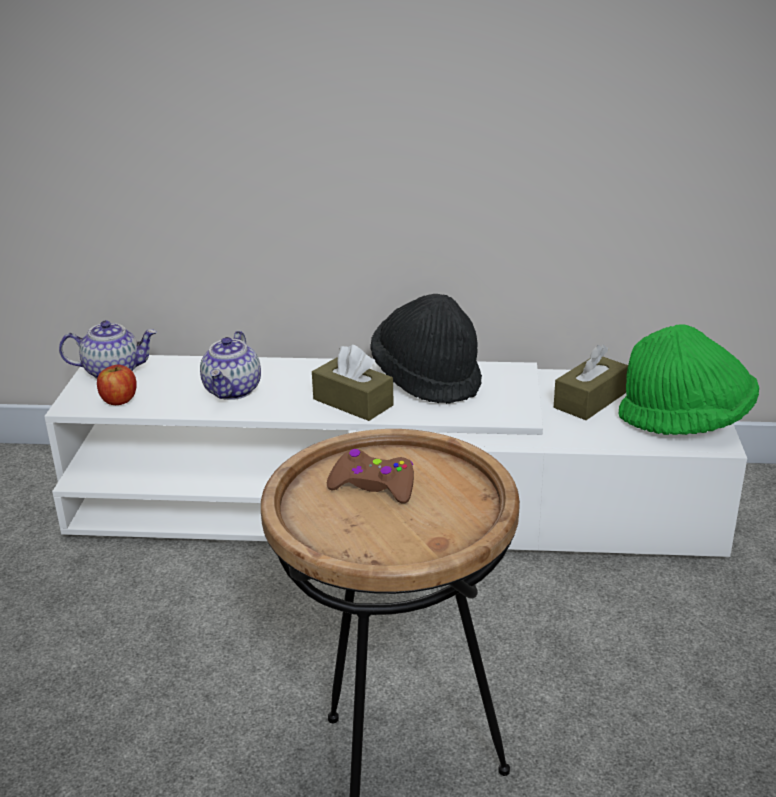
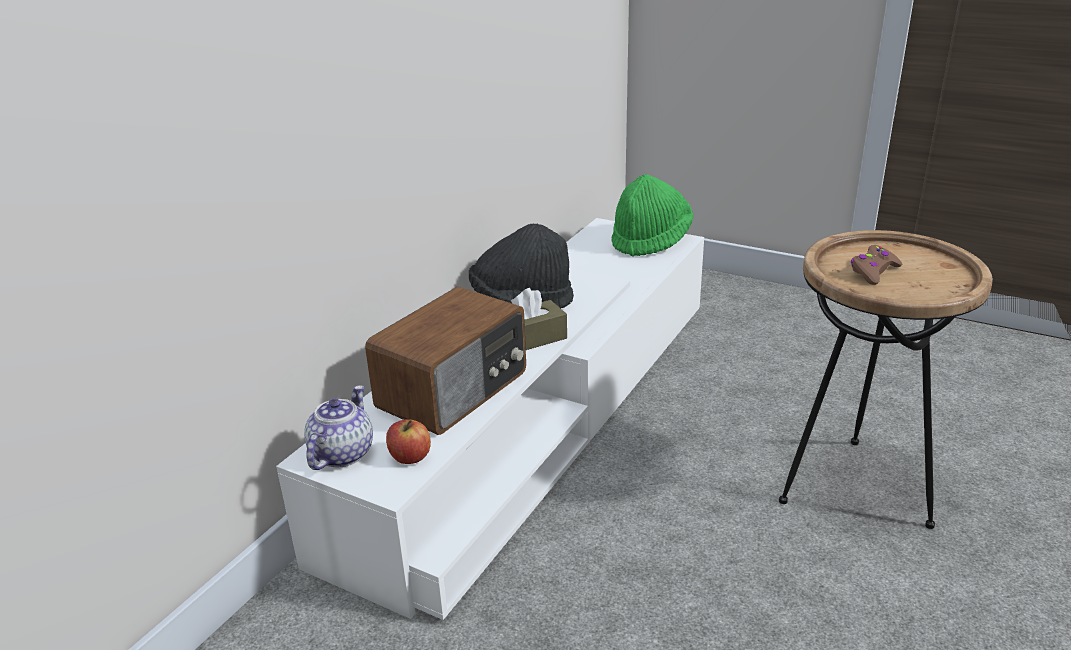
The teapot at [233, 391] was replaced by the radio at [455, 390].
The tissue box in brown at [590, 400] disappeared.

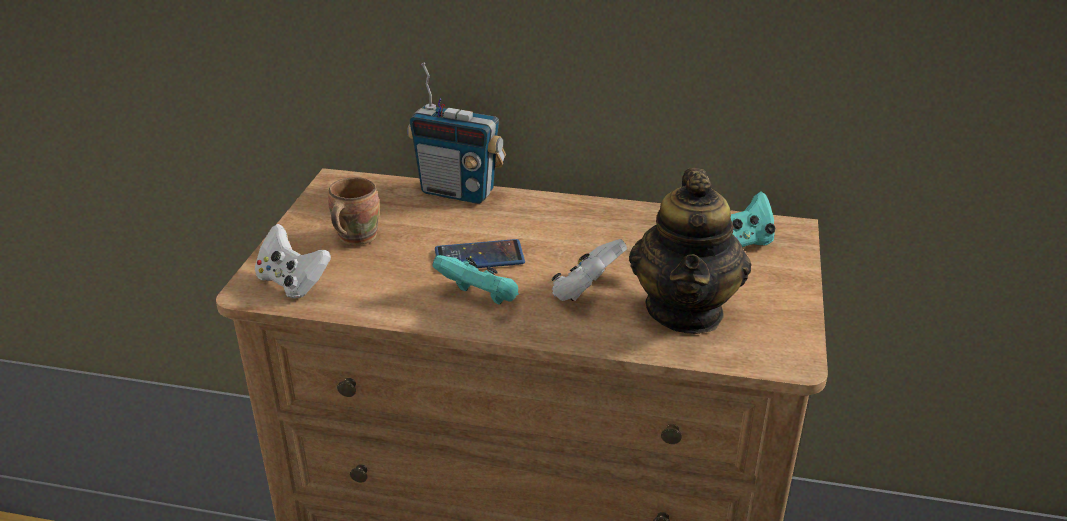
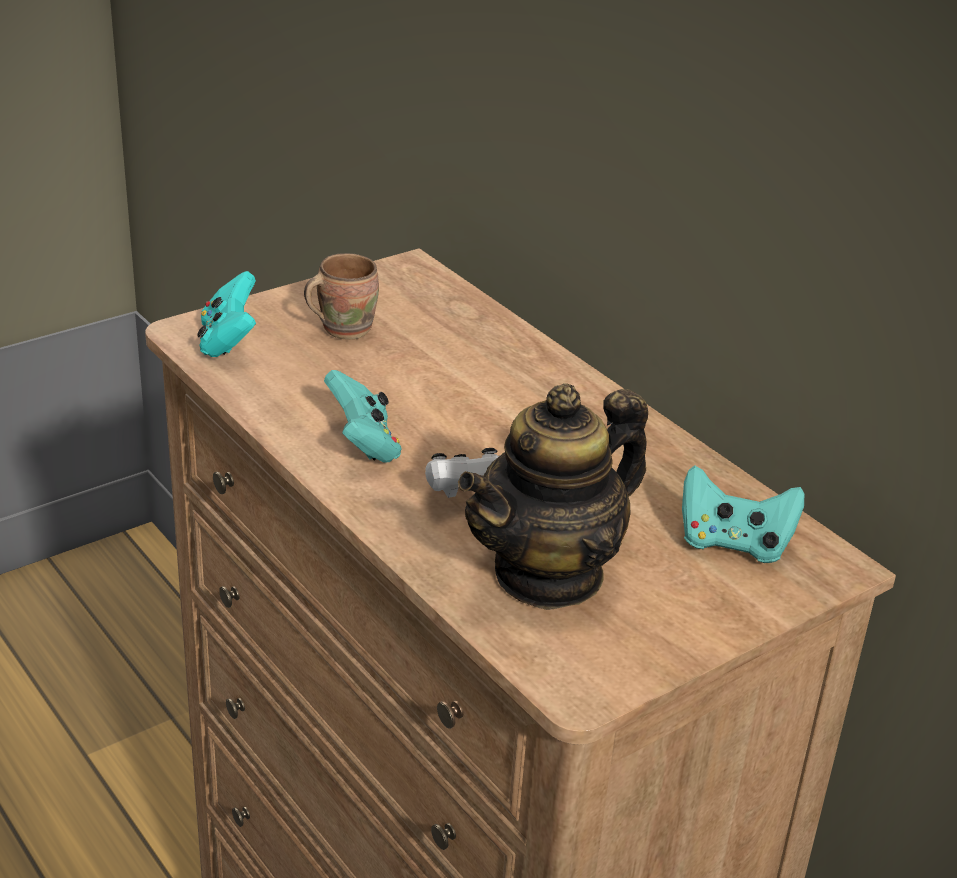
The radio at [458, 192] disappeared.
The game controller in white at [292, 282] became the game controller in turquoise at [228, 341].
The phone at [479, 257] disappeared.

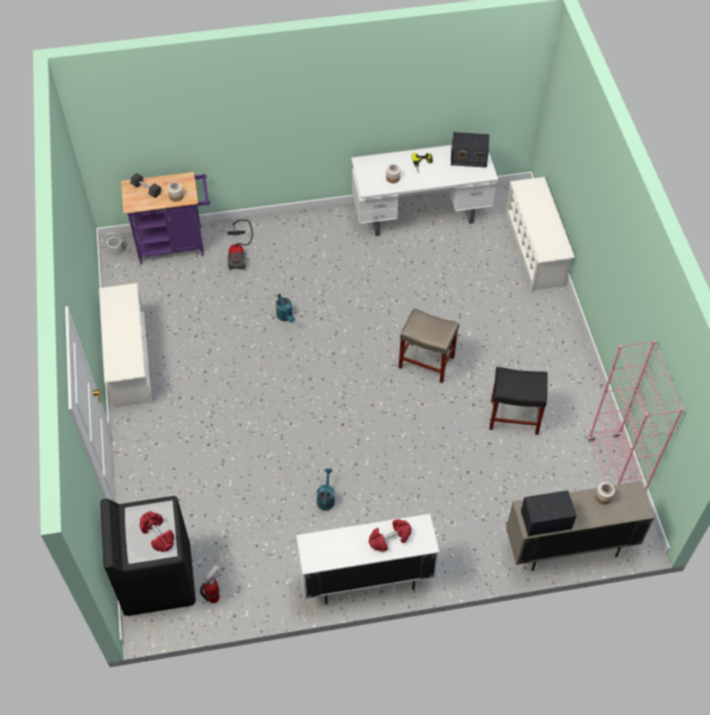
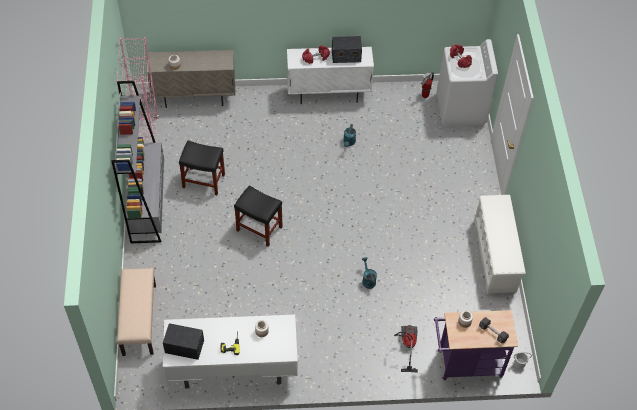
The shoe rack in white at [535, 250] was replaced by the bench in beige at [139, 319].
The stool in beige at [427, 362] became the stool in black at [258, 229].
The radio moved from [546, 519] to [346, 56].
The washing machine in black at [157, 579] became the washing machine in white at [461, 109].
The bookcase in grey at [147, 203] appeared.

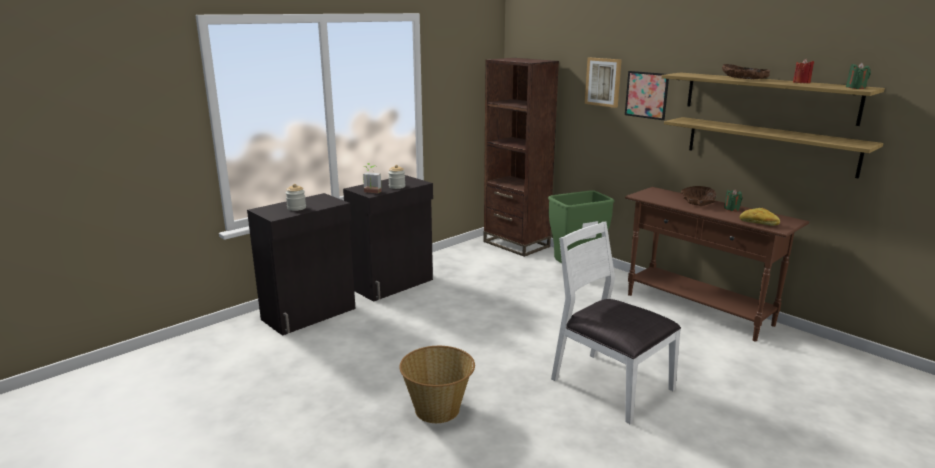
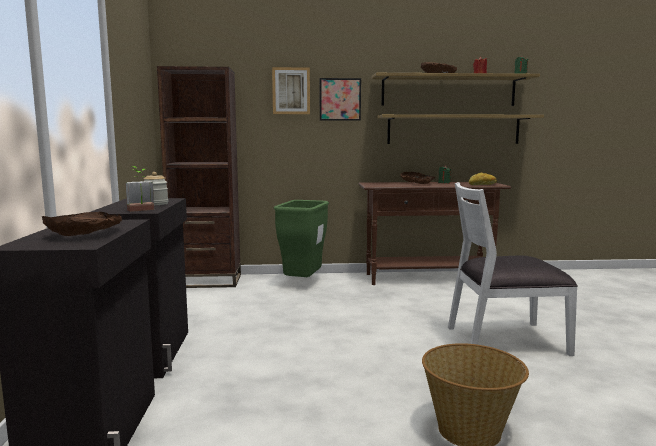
The jar at [296, 208] was replaced by the bowl in brown at [85, 234].

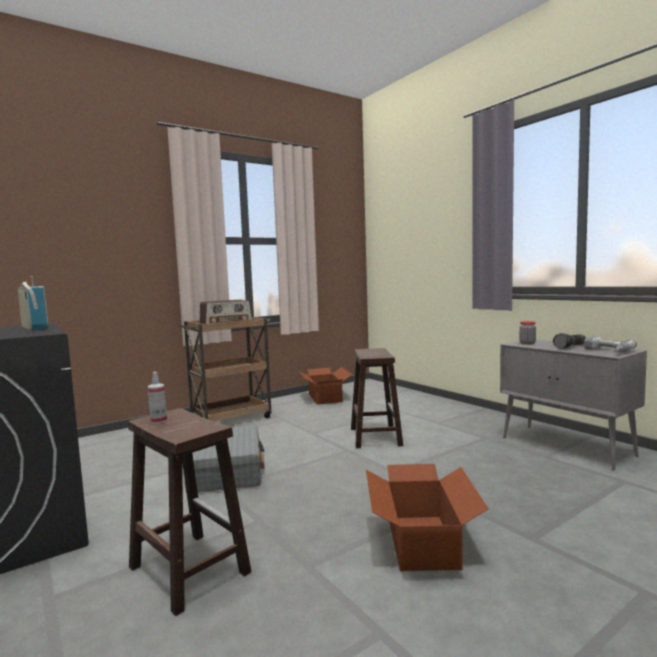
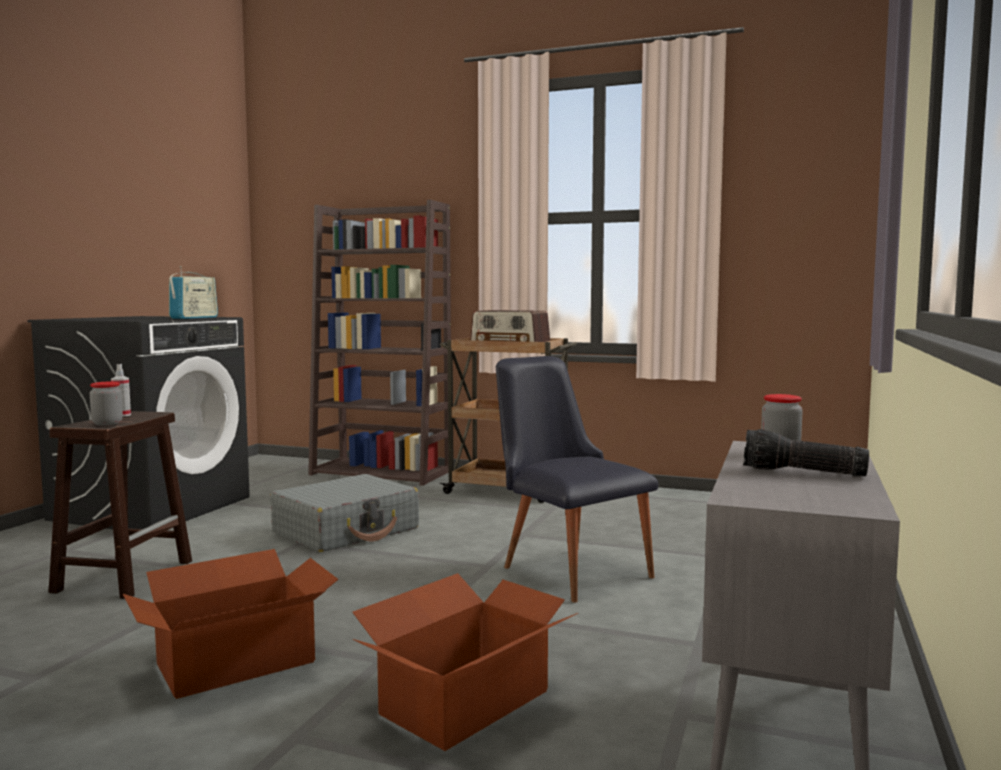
The power drill at [607, 351] disappeared.
The stool in brown at [375, 436] was replaced by the chair in black at [568, 568].
The cardboard box moved from [324, 398] to [463, 702].
The bookcase in brown at [382, 472] appeared.
The jar at [107, 423] appeared.

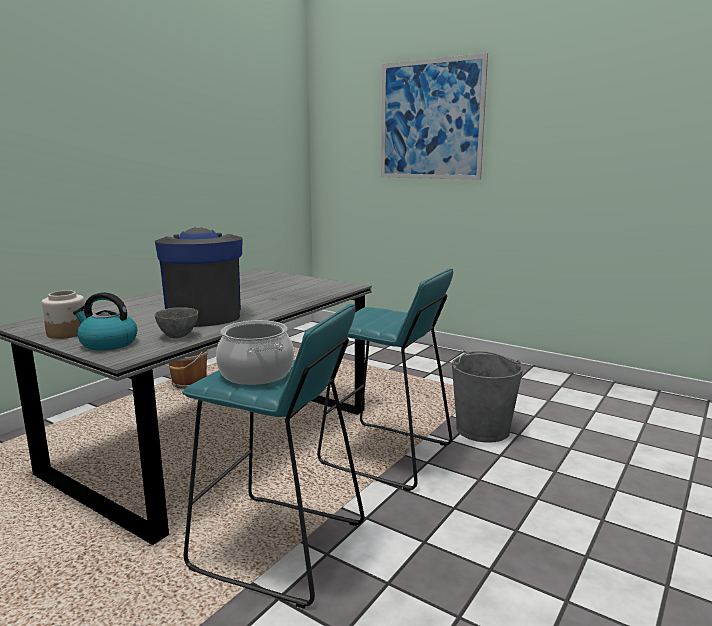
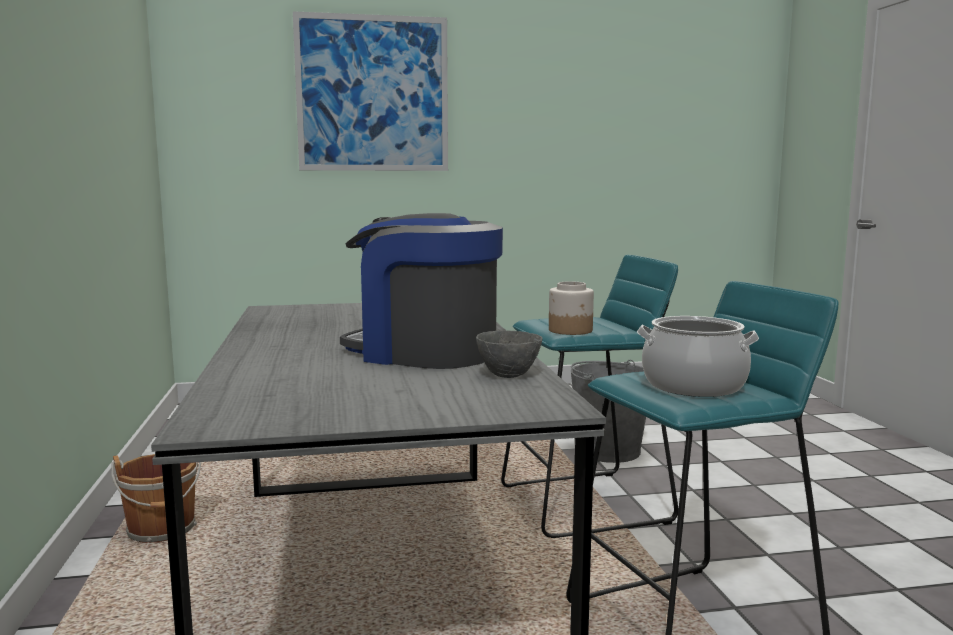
The jar moved from [67, 333] to [571, 330].
The kettle at [107, 343] disappeared.

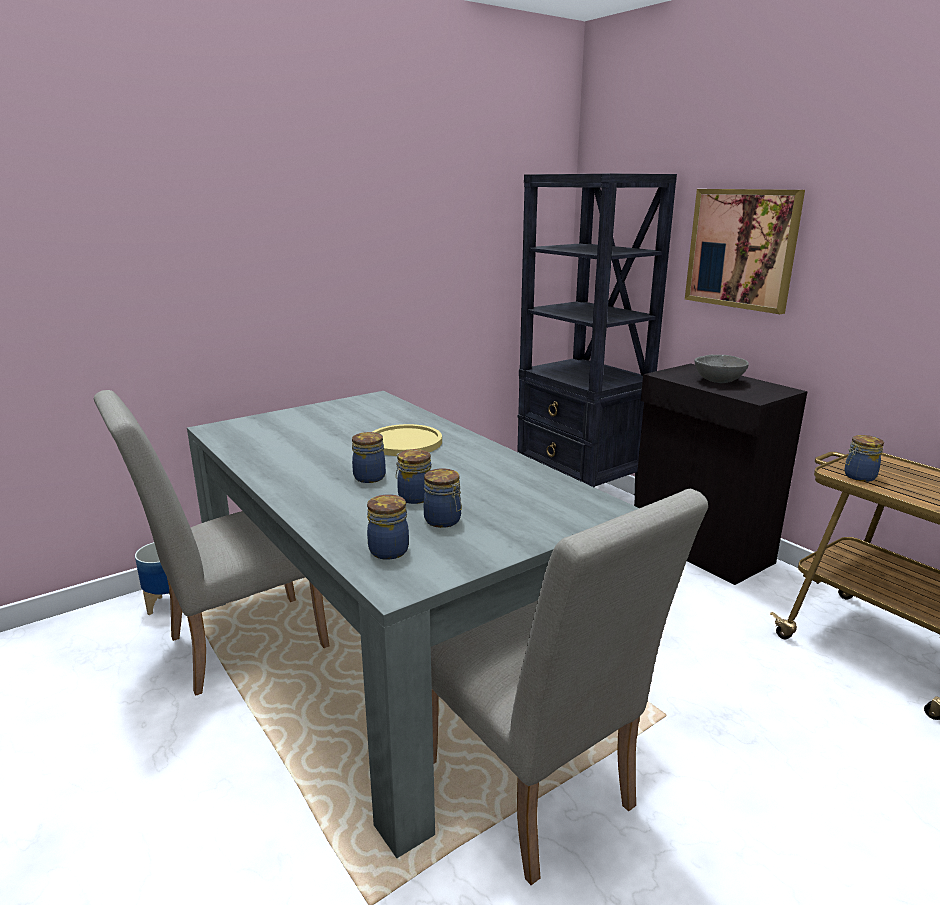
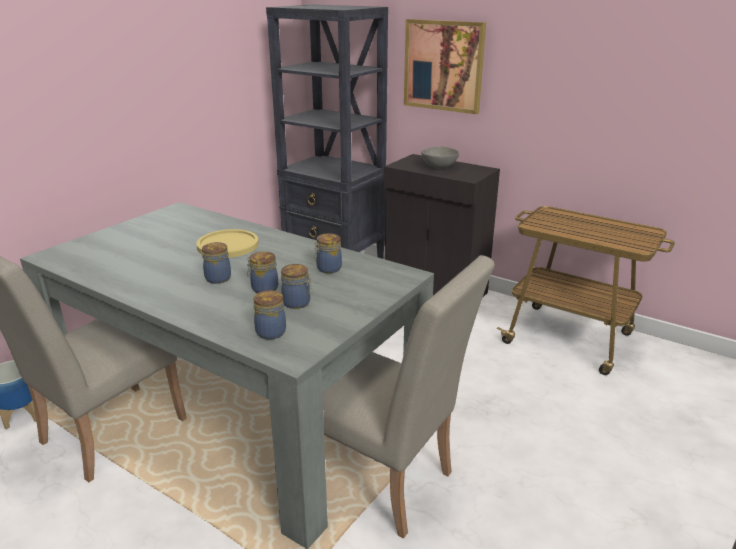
The jar moved from [858, 476] to [328, 269].

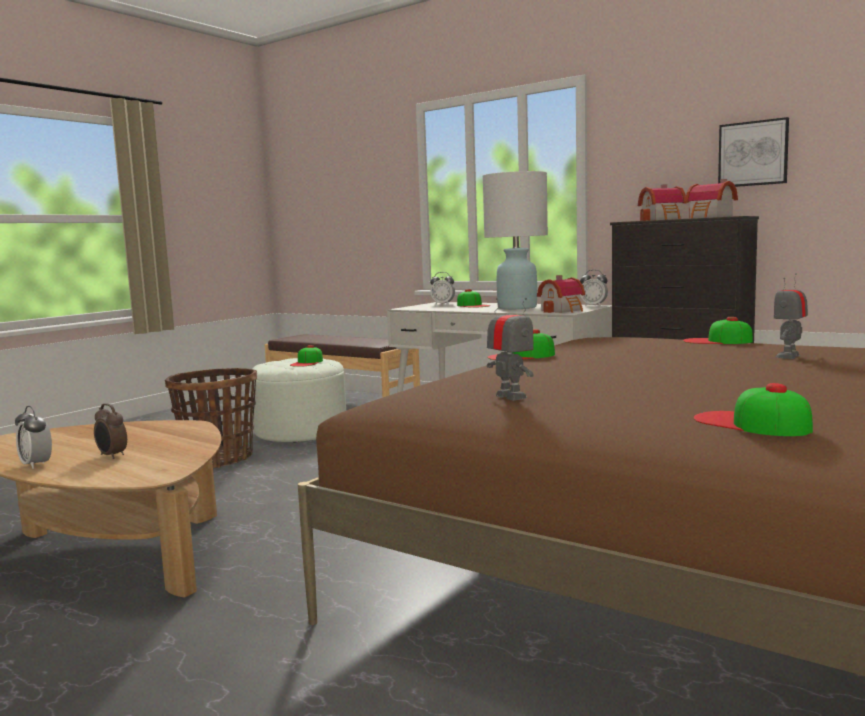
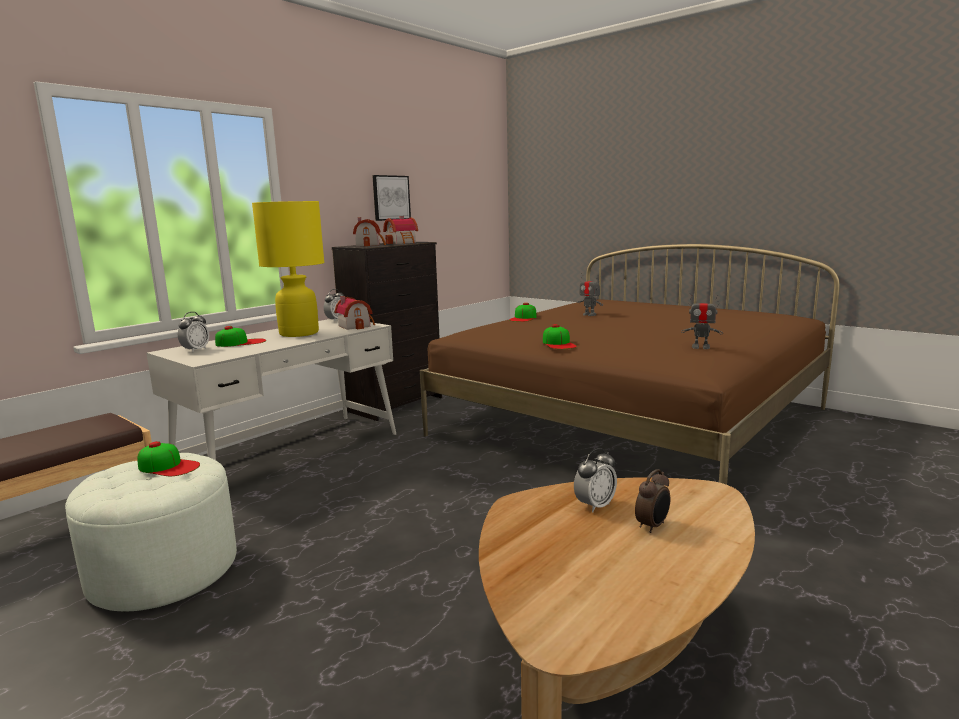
The table lamp in white at [517, 307] became the table lamp in yellow at [299, 333].
The toy robot at [511, 397] turned 135 degrees counterclockwise.
The basket at [218, 459] disappeared.
The cap at [750, 423] disappeared.
The alarm clock moved from [36, 464] to [595, 505].

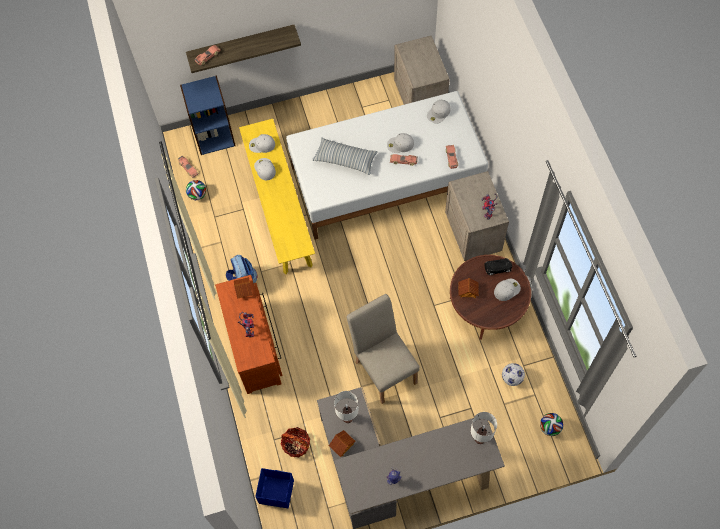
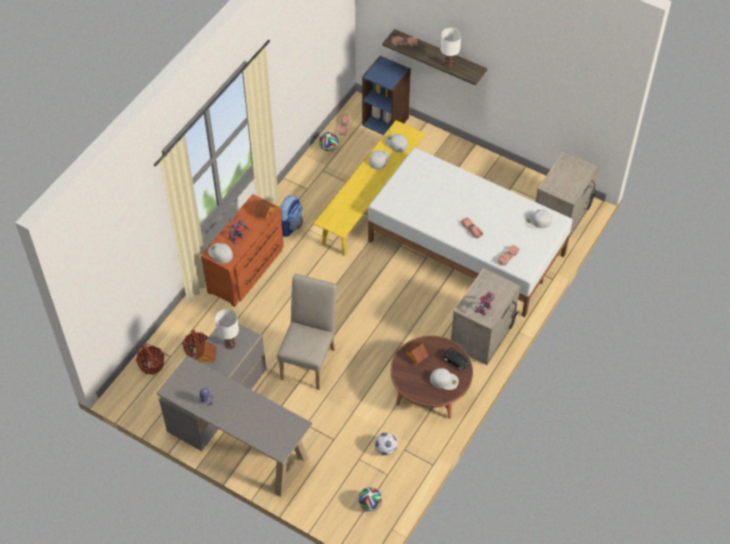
The cap in white moved from [400, 144] to [220, 253].
The pillow at [345, 159] disappeared.
The table lamp in white moved from [480, 439] to [448, 66].
The storage box in blue at [276, 491] was replaced by the basket at [151, 364].

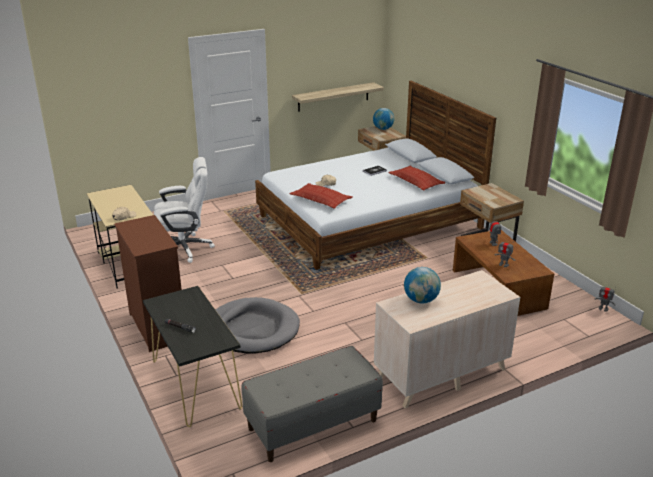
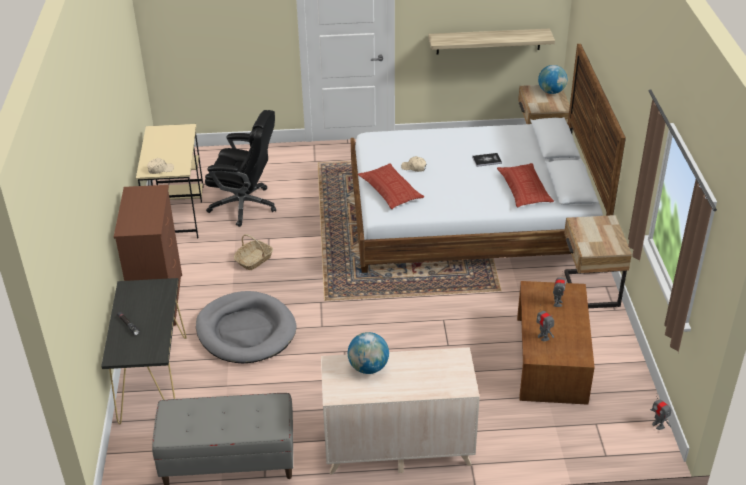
The office chair in white at [185, 248] became the office chair in black at [245, 205].
The basket at [254, 260] appeared.

